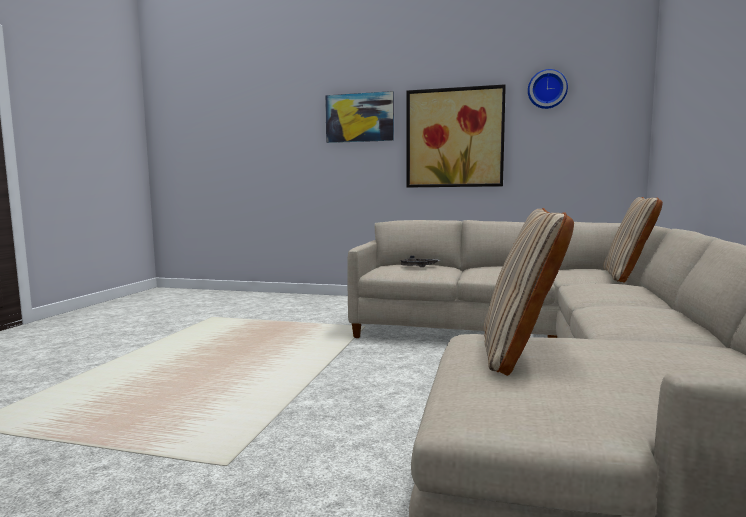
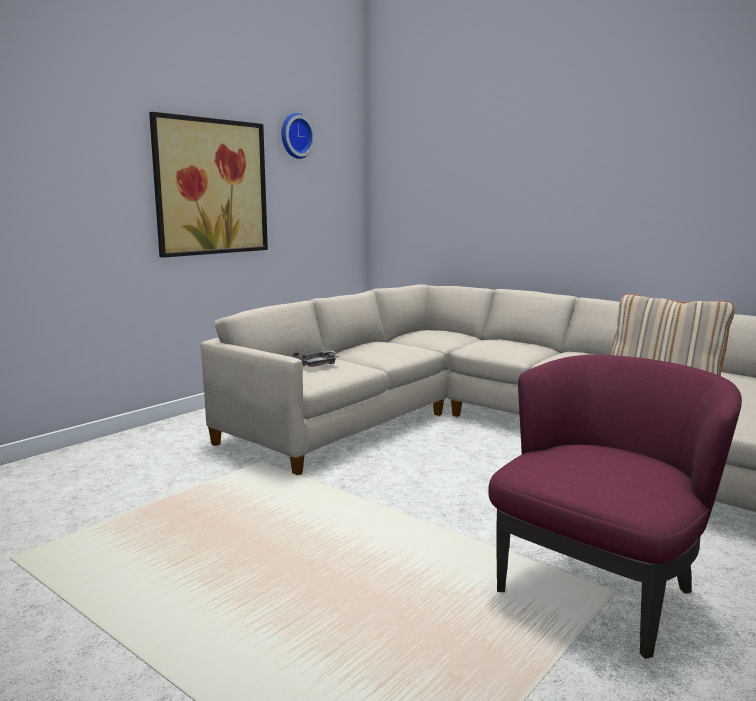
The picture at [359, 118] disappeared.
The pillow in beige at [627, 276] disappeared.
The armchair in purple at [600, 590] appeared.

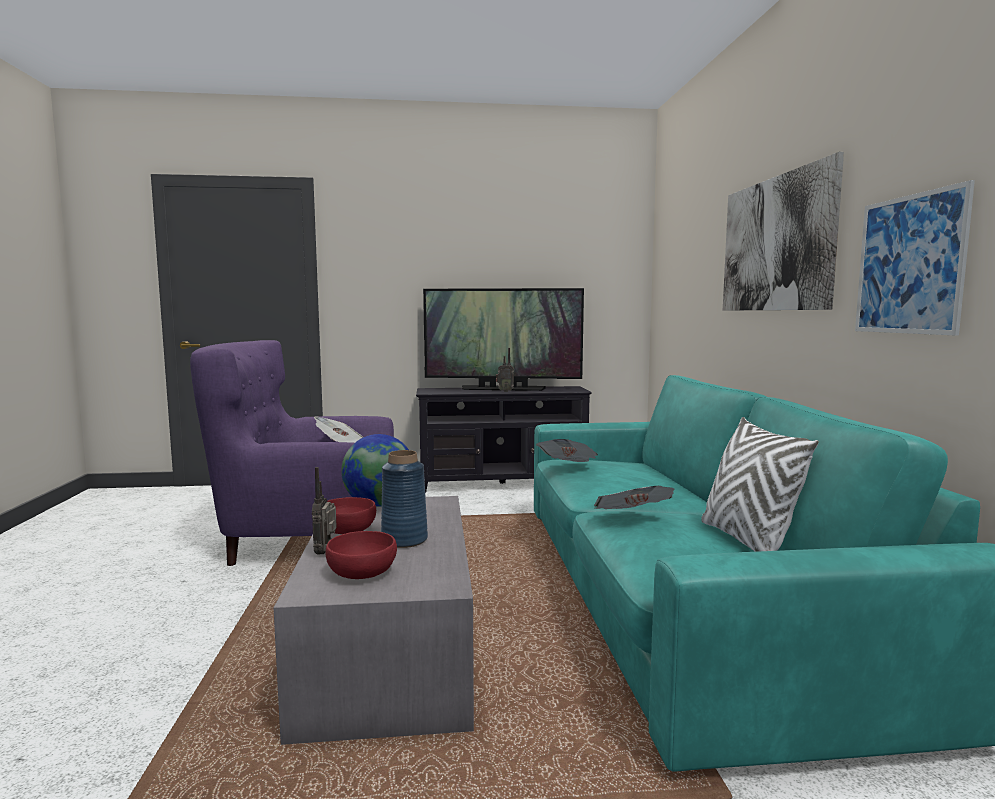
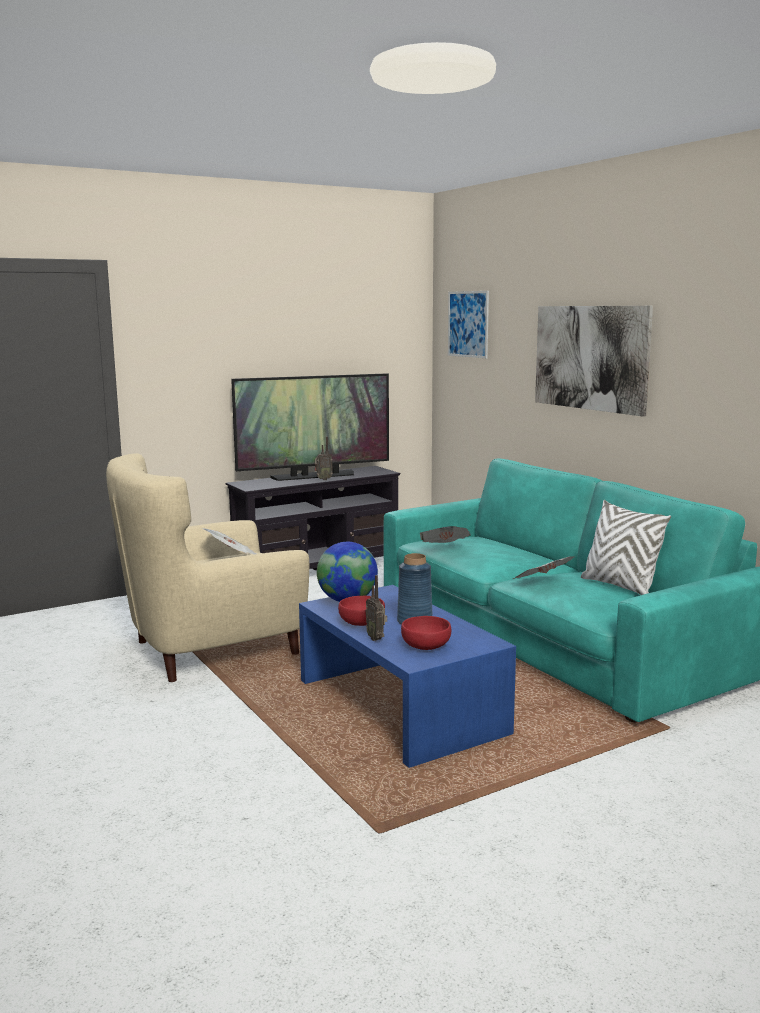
The picture moved from [909, 264] to [468, 324].
The armchair in purple at [307, 540] became the armchair in beige at [210, 649].
The coffee table in grey at [391, 648] became the coffee table in blue at [401, 706].

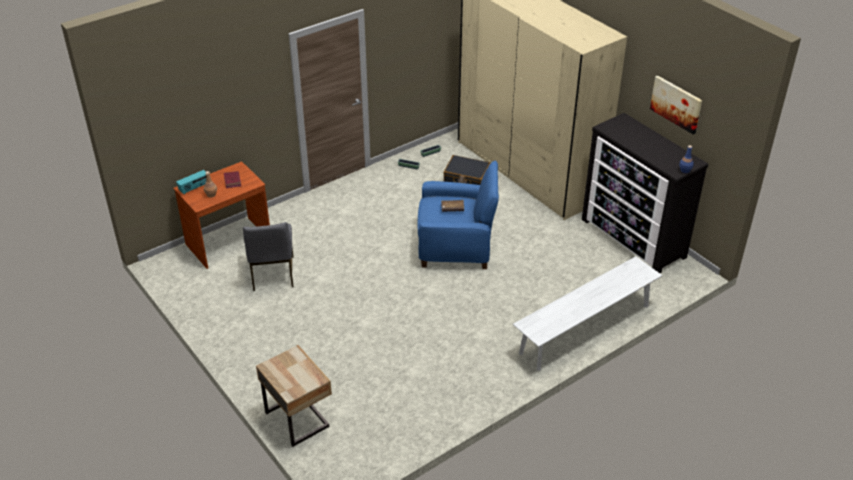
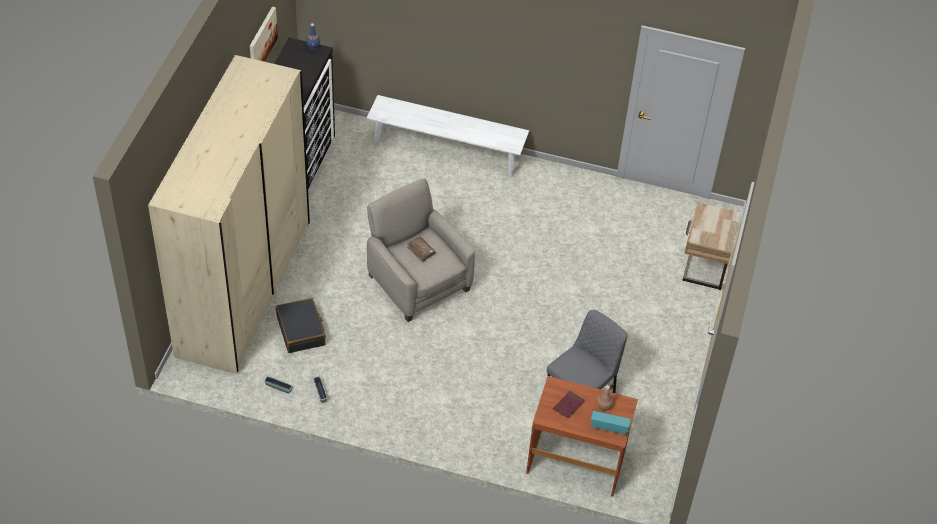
The armchair in blue at [456, 246] became the armchair in beige at [418, 281].

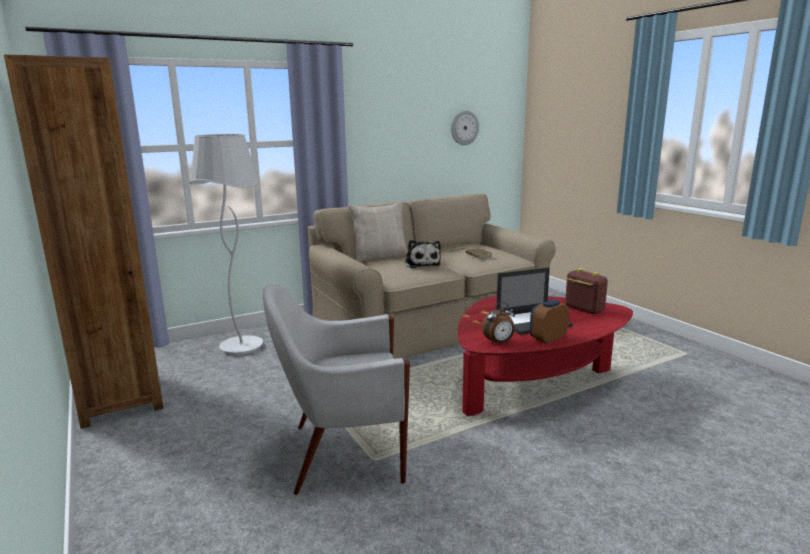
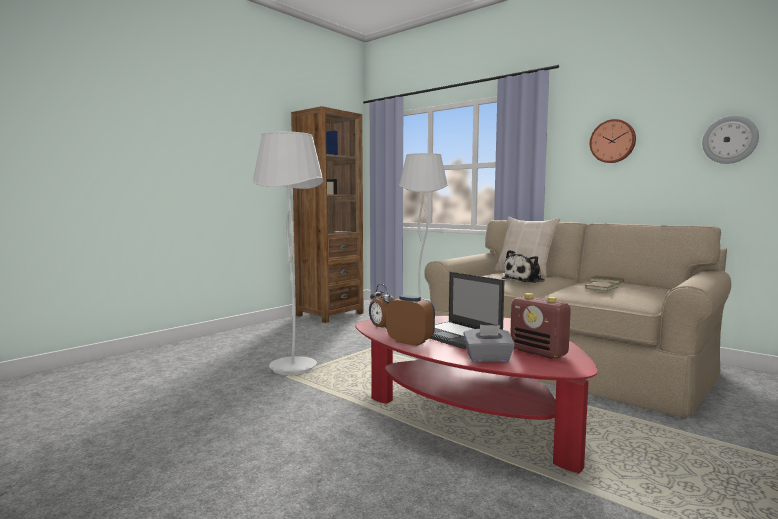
The radio at [583, 309] turned 105 degrees clockwise.
The armchair in white at [344, 453] was replaced by the floor lamp in white at [292, 368].
The wall clock at [613, 141] appeared.
The tissue box in grey at [488, 358] appeared.

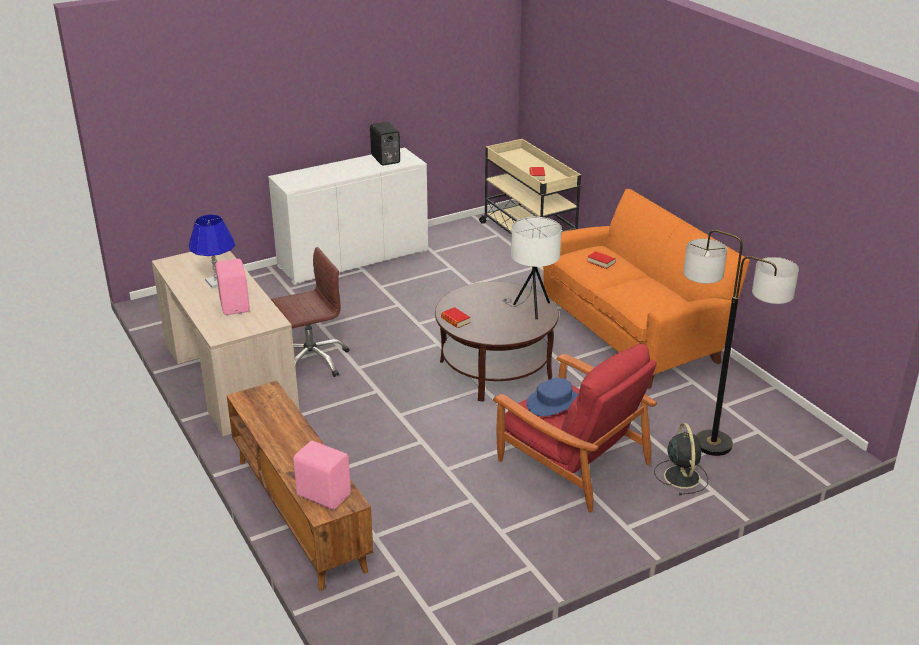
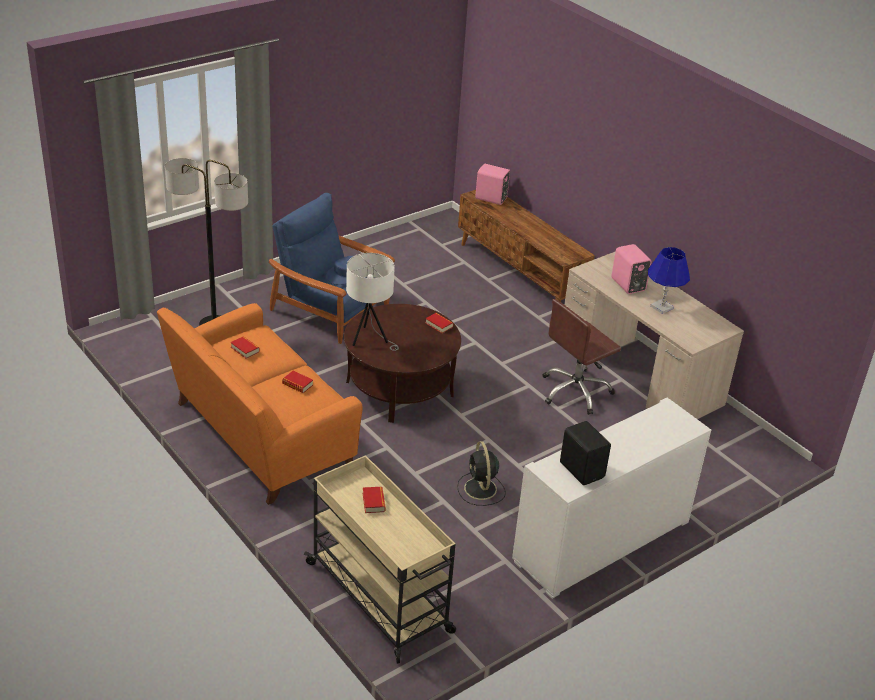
The armchair in red at [572, 461] became the armchair in blue at [330, 310].
The fan in black moved from [681, 476] to [480, 490].
The book at [245, 349] appeared.

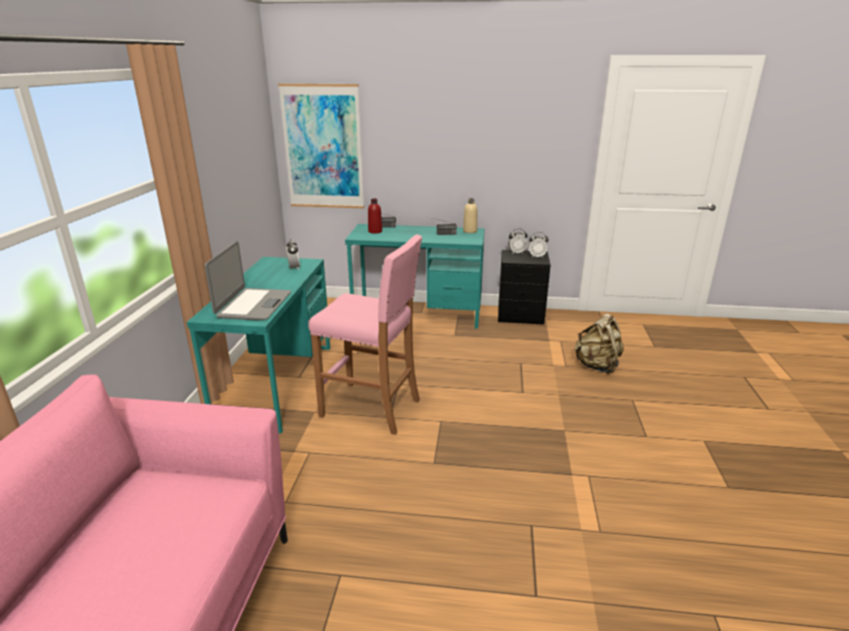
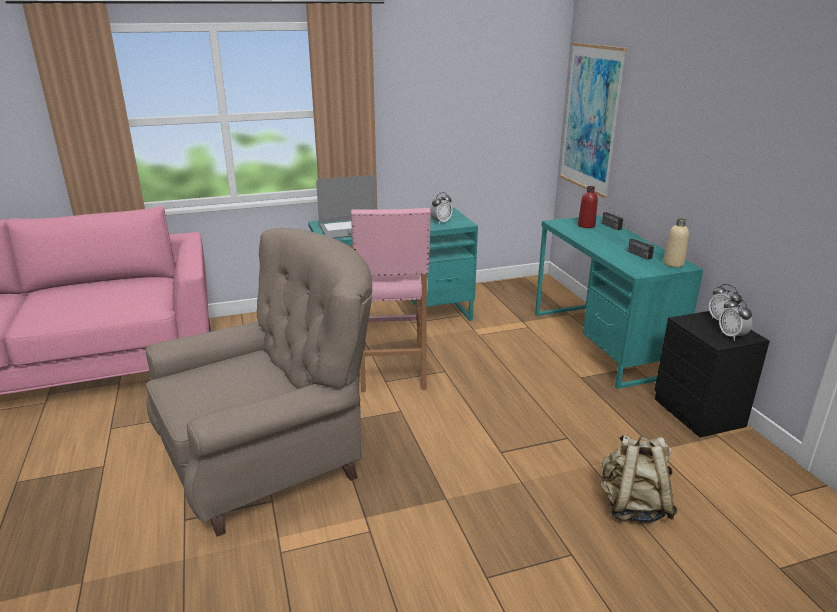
The armchair in beige at [272, 461] appeared.

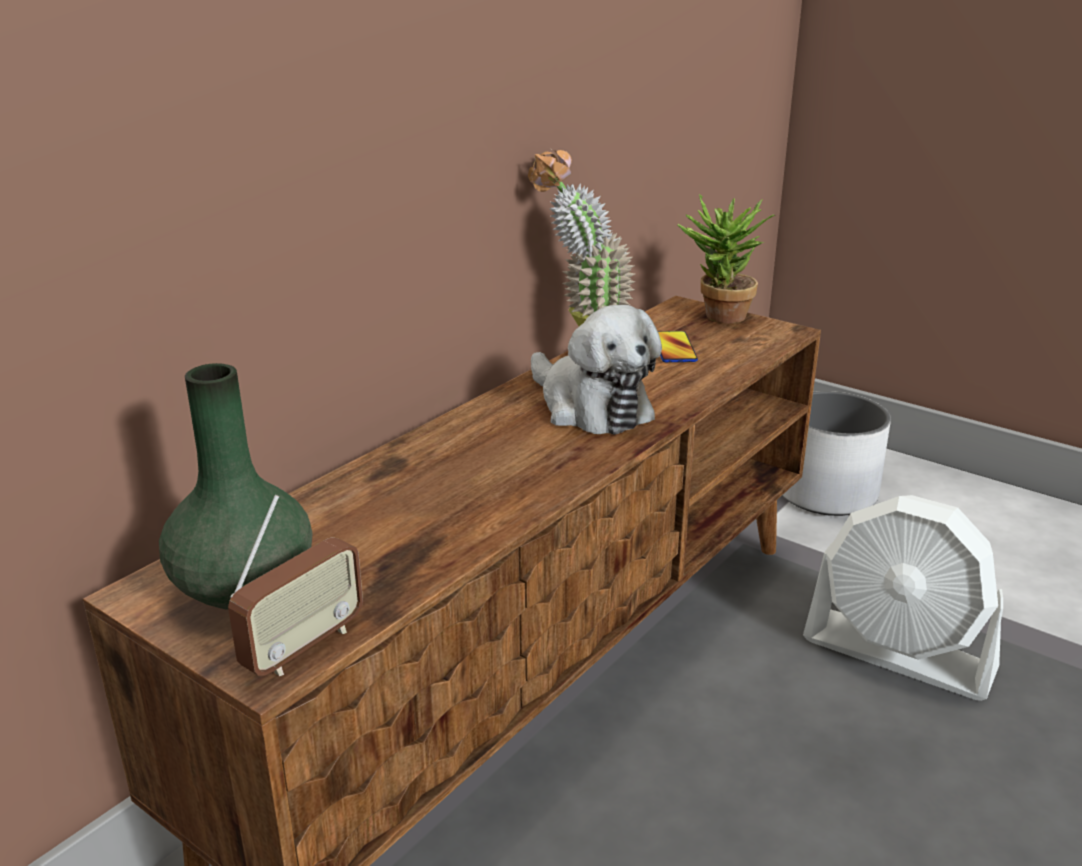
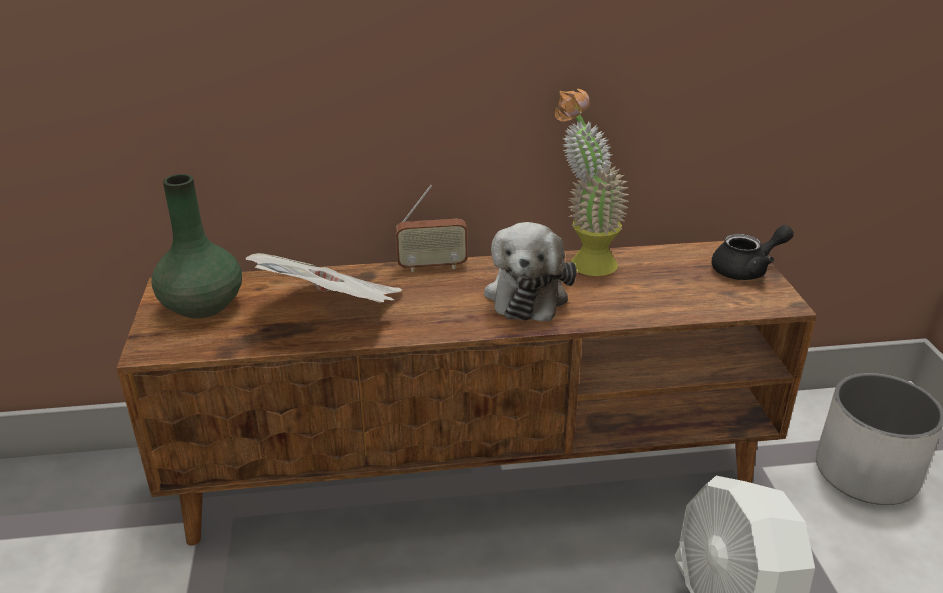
The potted plant at [718, 318] was replaced by the teapot in black at [747, 270].
The phone at [674, 348] disappeared.
The radio moved from [303, 647] to [432, 266].
The newspaper at [333, 312] appeared.

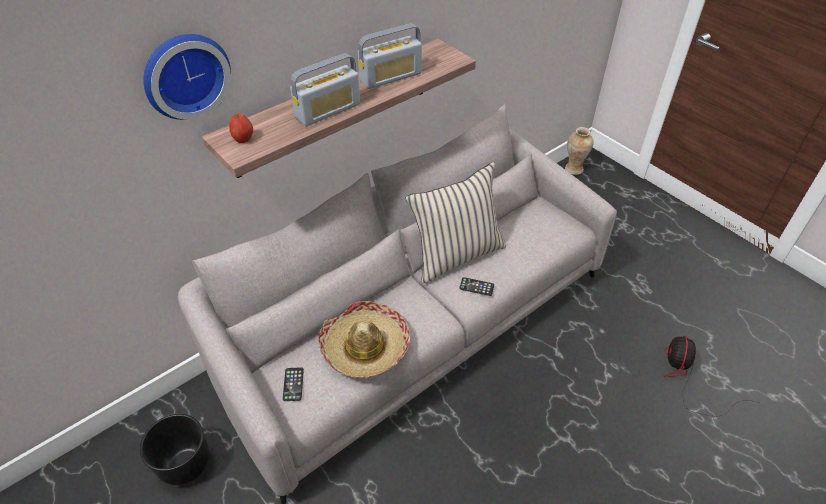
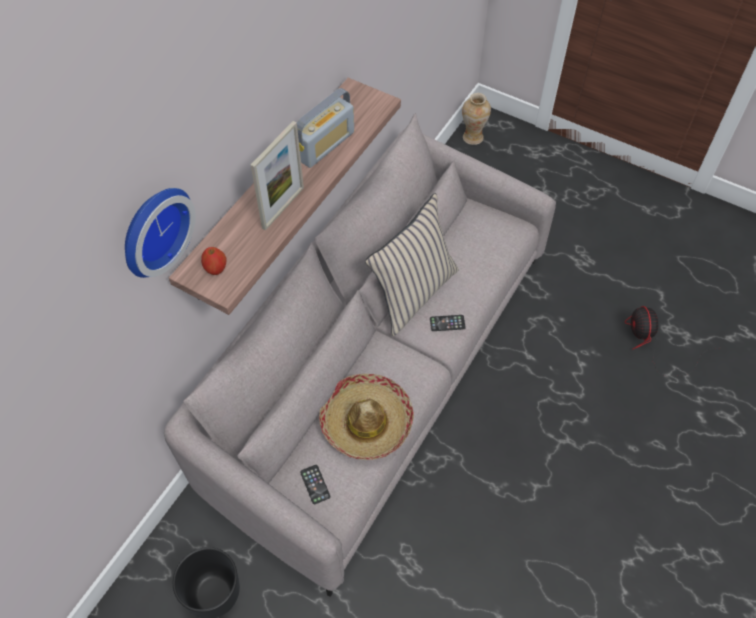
The radio at [328, 111] was replaced by the picture frame at [283, 208].

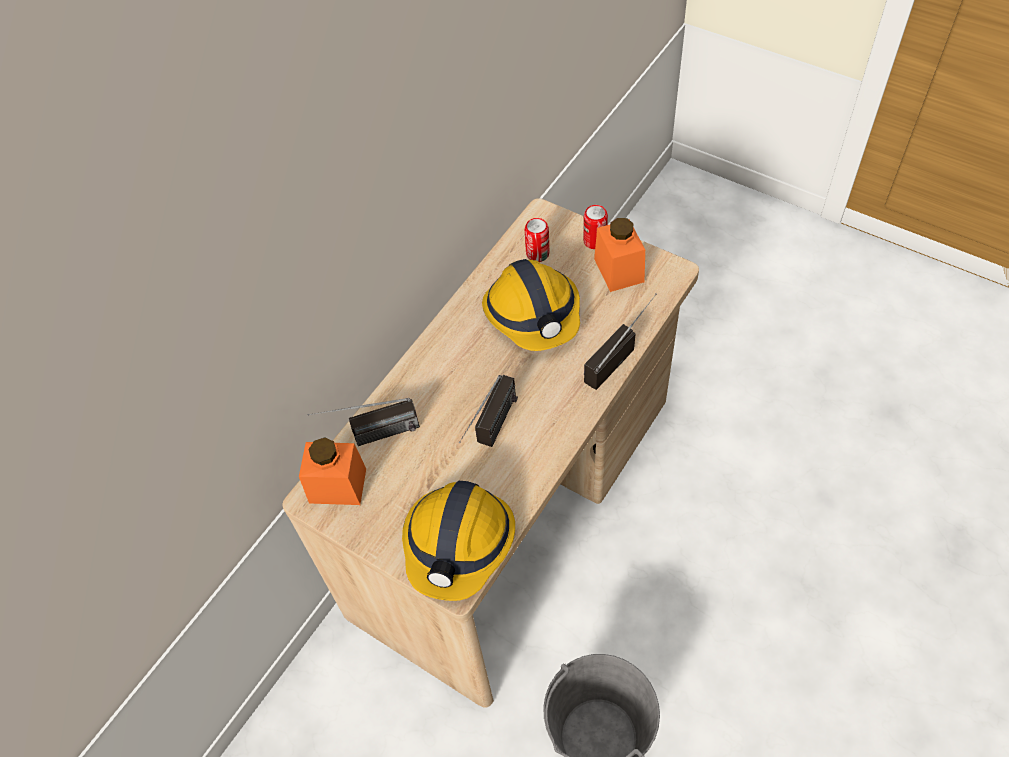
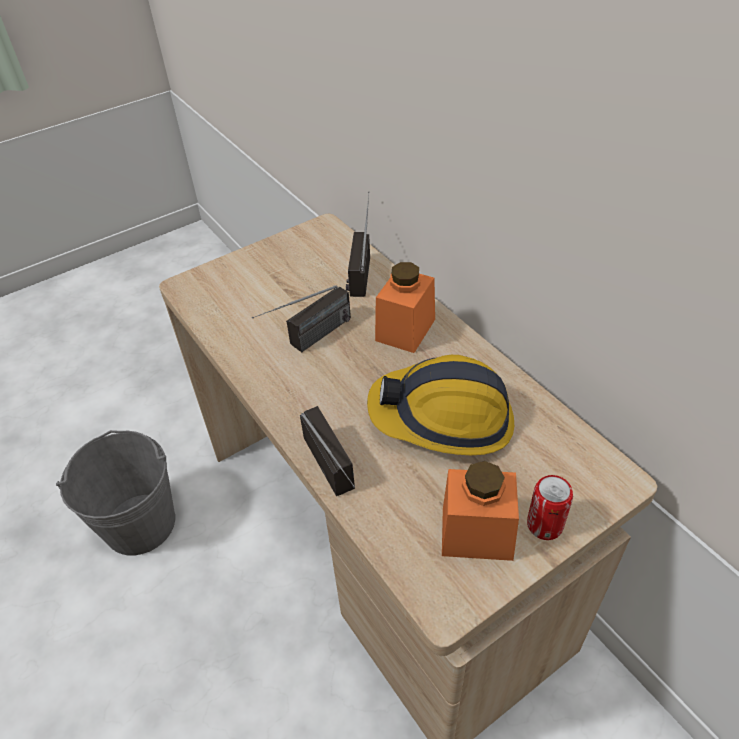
The can at [537, 254] disappeared.
The radio at [492, 433] turned 90 degrees counterclockwise.
The jar in orange moved from [337, 485] to [405, 330].
The hard hat at [459, 543] disappeared.

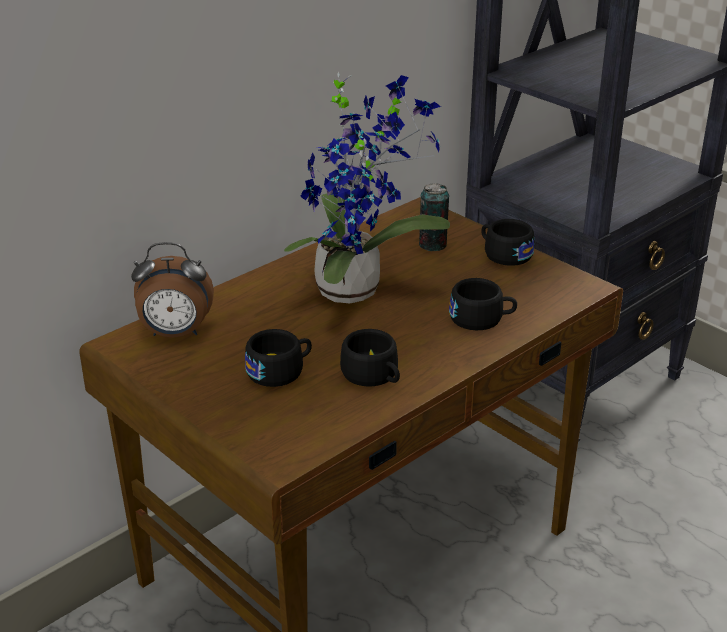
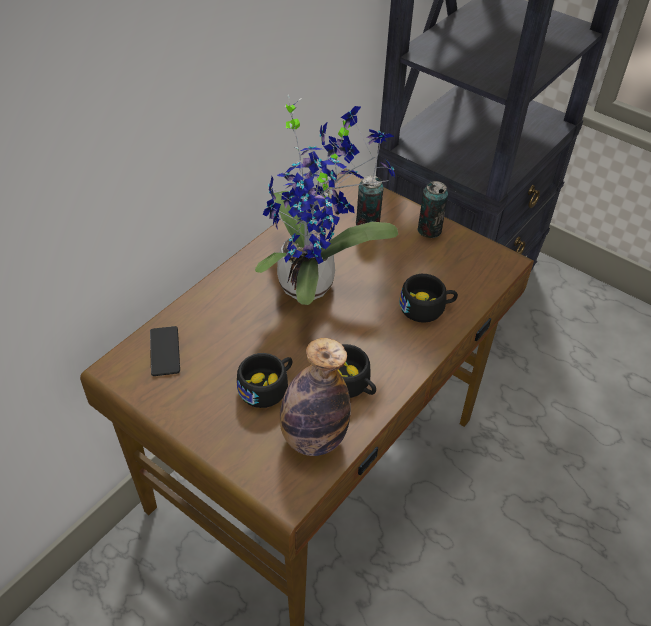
The cup in black at [503, 254] was replaced by the can at [429, 230].
The alarm clock at [175, 334] was replaced by the phone at [165, 351].
The bottle at [313, 438] appeared.

